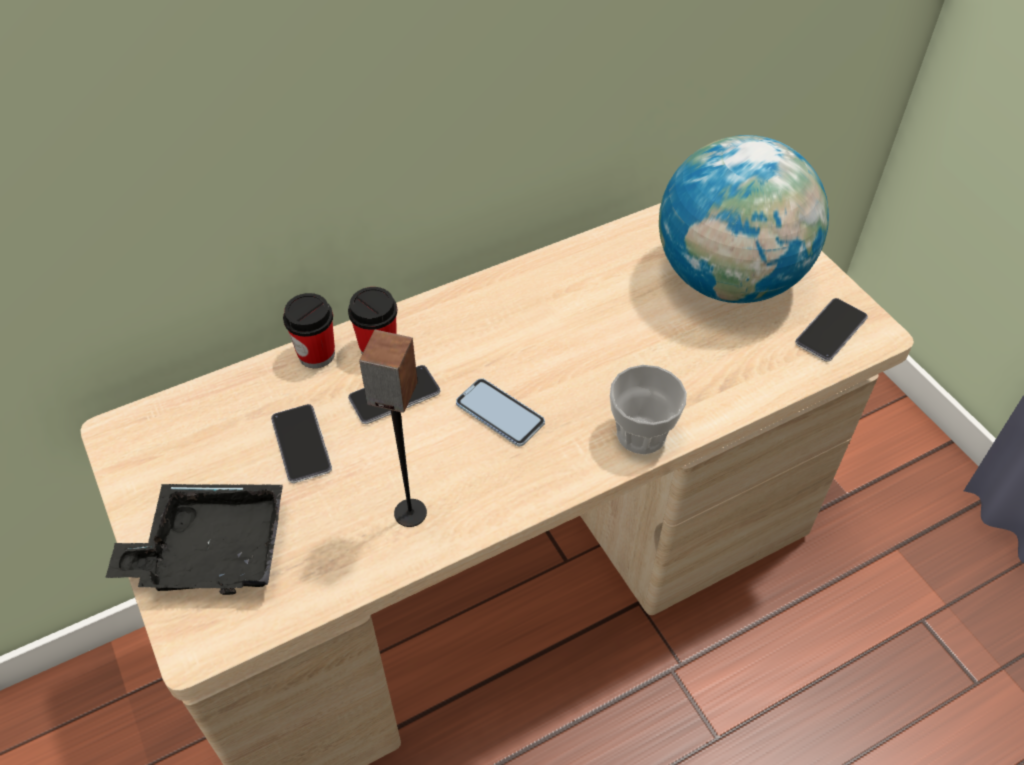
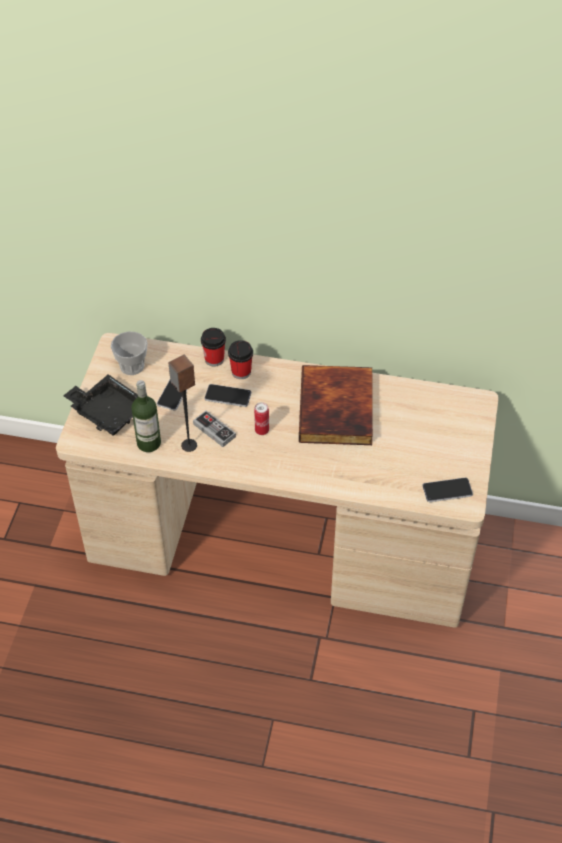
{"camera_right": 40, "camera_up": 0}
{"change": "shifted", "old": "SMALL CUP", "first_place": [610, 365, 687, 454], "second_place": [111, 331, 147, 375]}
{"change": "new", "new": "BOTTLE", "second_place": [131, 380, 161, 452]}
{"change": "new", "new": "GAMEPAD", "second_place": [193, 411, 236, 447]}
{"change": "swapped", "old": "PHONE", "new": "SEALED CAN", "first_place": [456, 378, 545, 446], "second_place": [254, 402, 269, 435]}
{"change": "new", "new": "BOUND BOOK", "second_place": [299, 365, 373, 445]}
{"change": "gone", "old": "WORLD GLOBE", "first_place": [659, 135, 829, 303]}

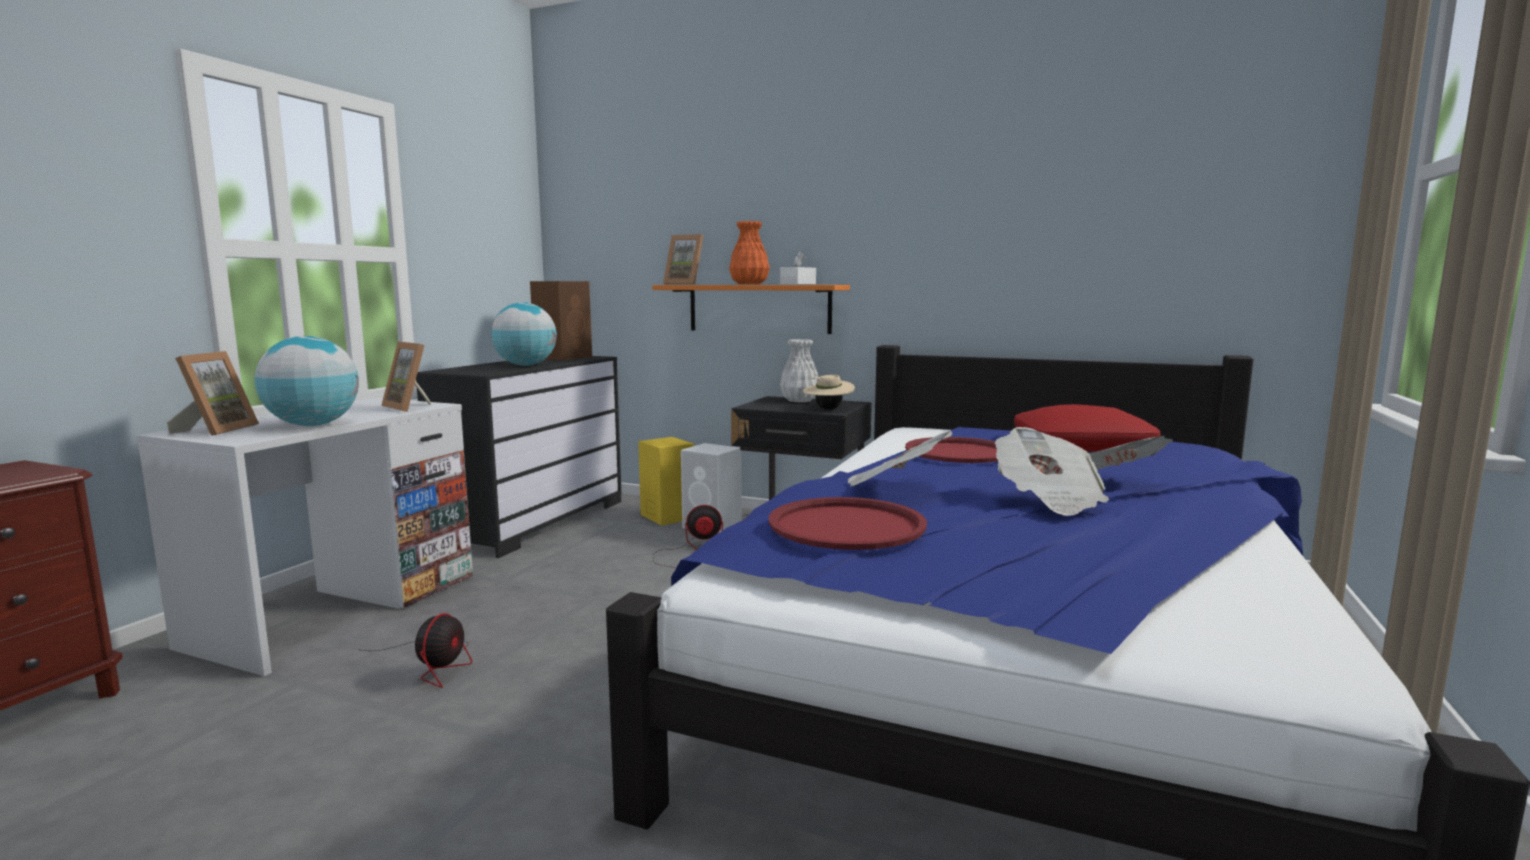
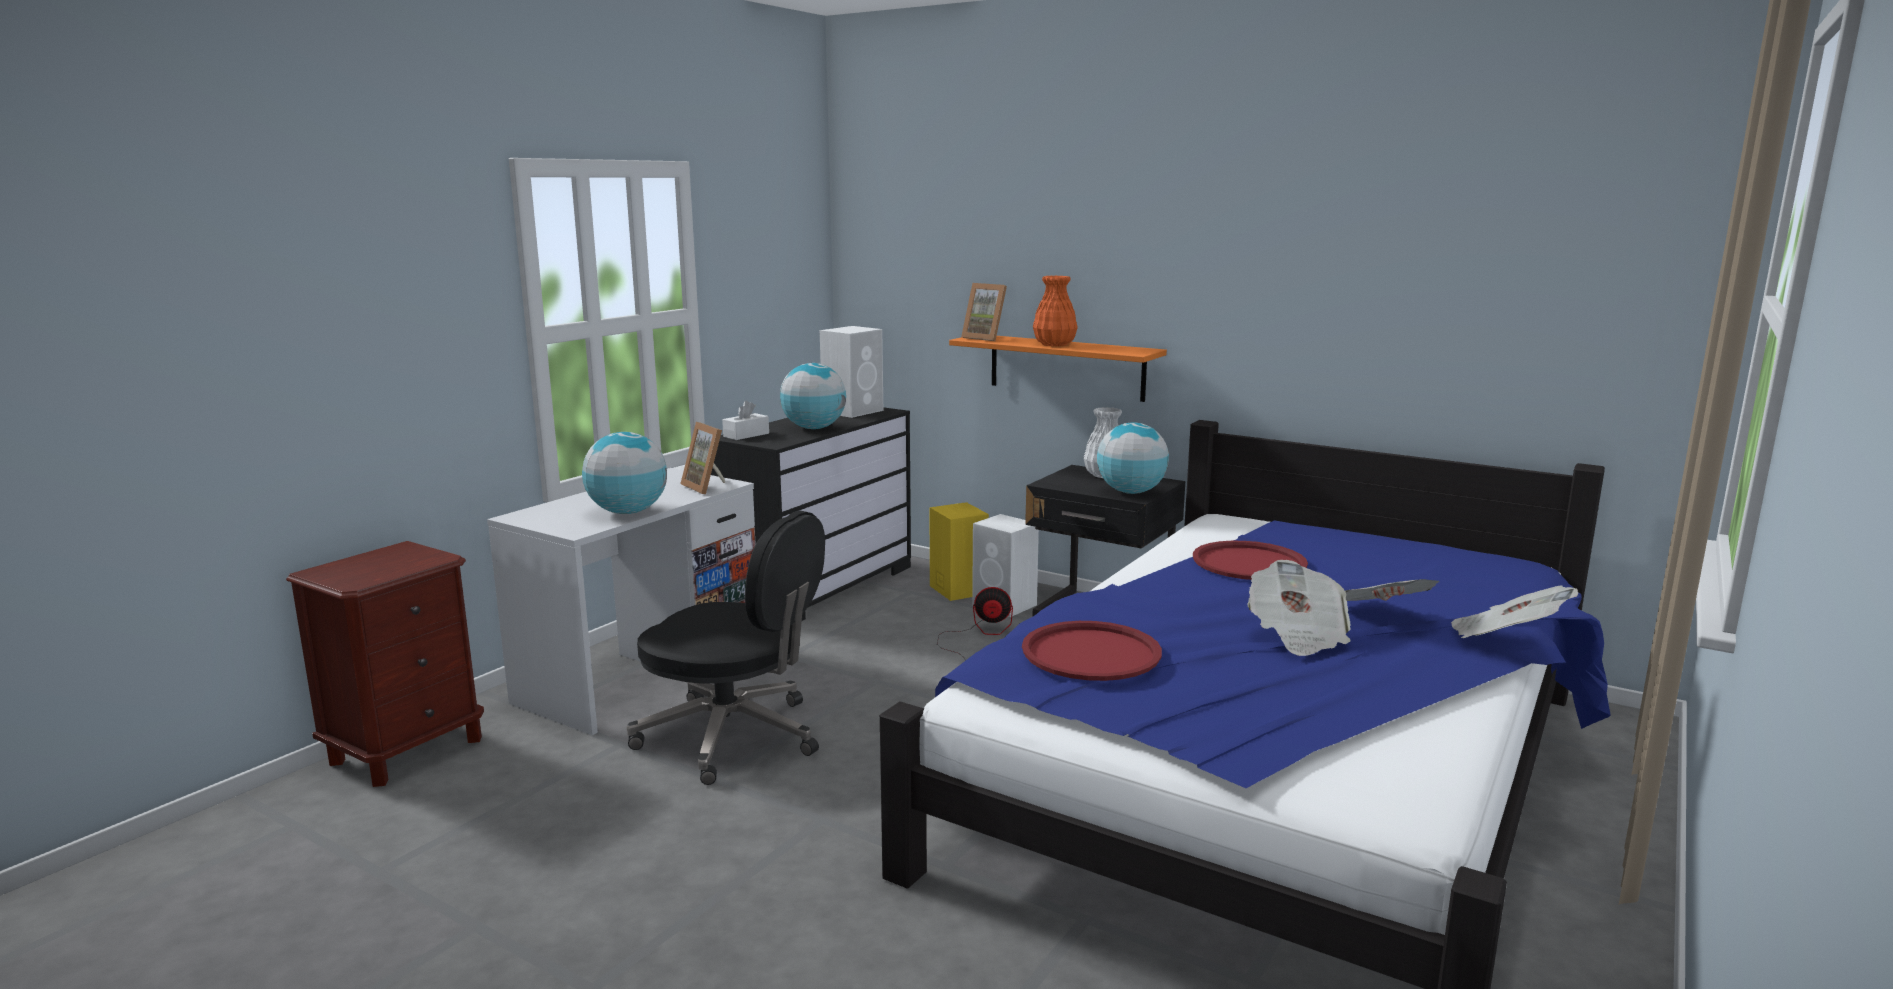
{"camera_right": 10, "camera_up": 5}
{"change": "swapped", "old": "FAN", "new": "BLACKISH DESK CHAIR", "first_place": [362, 613, 472, 688], "second_place": [627, 510, 825, 785]}
{"change": "shifted", "old": "WHITISH TISSUE BOX", "first_place": [780, 251, 816, 285], "second_place": [722, 401, 769, 440]}
{"change": "repainted", "old": "BROWN LOUDSPEAKER", "new": "WHITISH LOUDSPEAKER", "first_place": [530, 281, 592, 360], "second_place": [820, 326, 883, 418]}
{"change": "swapped", "old": "BEIGE-COLOURED WEARABLE HAT", "new": "WORLD GLOBE", "first_place": [802, 374, 855, 410], "second_place": [1097, 422, 1169, 494]}
{"change": "shifted", "old": "DAILY PAPER", "first_place": [848, 431, 952, 487], "second_place": [1451, 585, 1579, 638]}
{"change": "gone", "old": "STANDING FRAME", "first_place": [167, 351, 259, 436]}
{"change": "gone", "old": "REDDISH CUSHION", "first_place": [1014, 404, 1161, 452]}

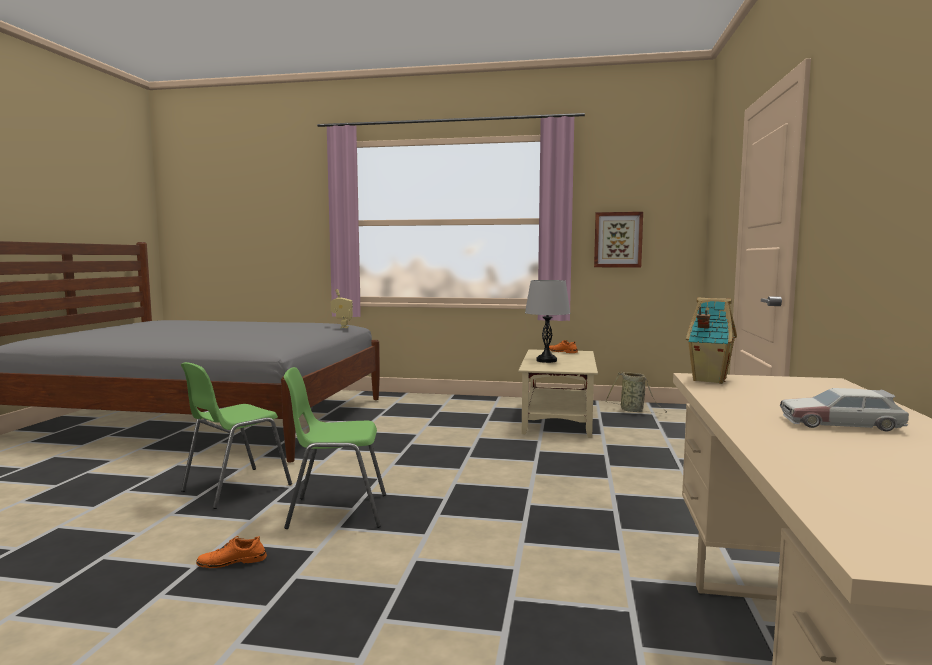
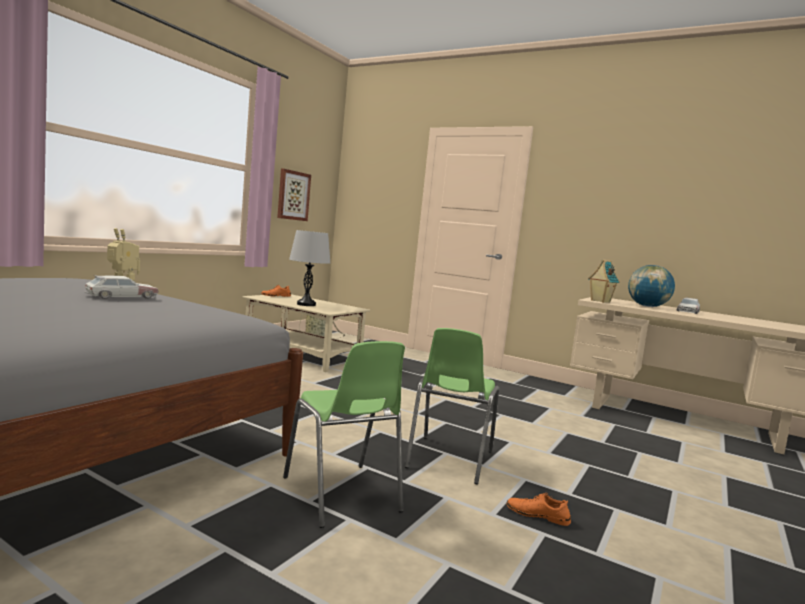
{"camera_right": -70, "camera_up": 0}
{"change": "new", "new": "MINIATURE CAR", "second_place": [85, 275, 159, 299]}
{"change": "rotated", "old": "ORANGE SHOE", "first_place": [196, 536, 267, 568], "second_place": [506, 493, 571, 526], "degrees": 105}
{"change": "new", "new": "WORLD GLOBE", "second_place": [628, 265, 675, 307]}

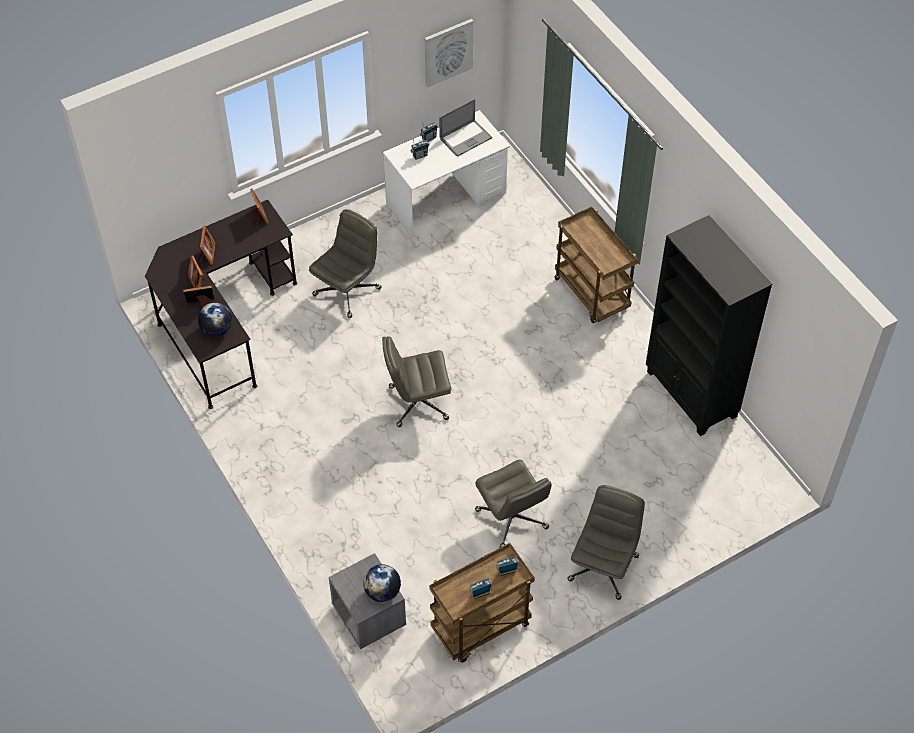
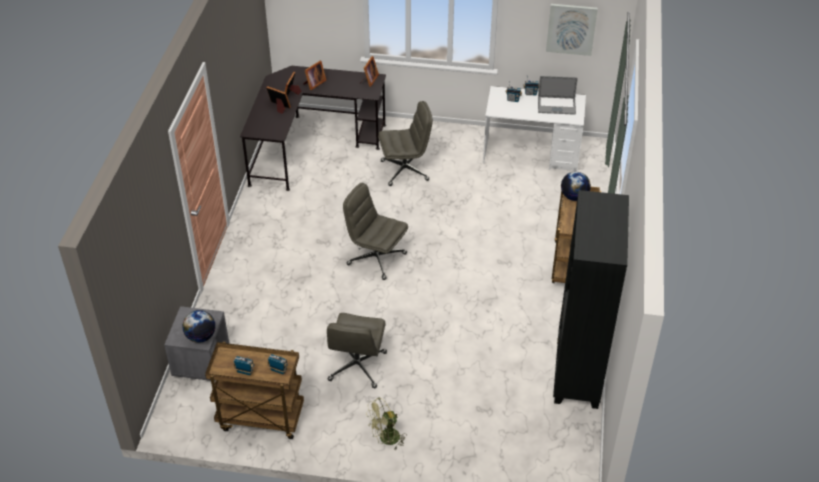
{"camera_right": 40, "camera_up": -10}
{"change": "swapped", "old": "GREY DESK CHAIR", "new": "GREEN-COLOURED FAN", "first_place": [567, 485, 645, 600], "second_place": [366, 397, 407, 451]}
{"change": "shifted", "old": "WORLD GLOBE", "first_place": [198, 303, 232, 337], "second_place": [561, 171, 591, 201]}

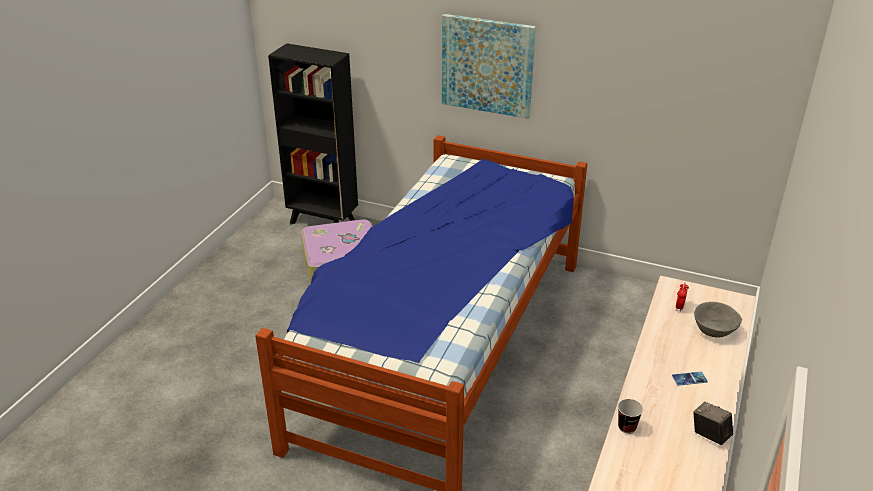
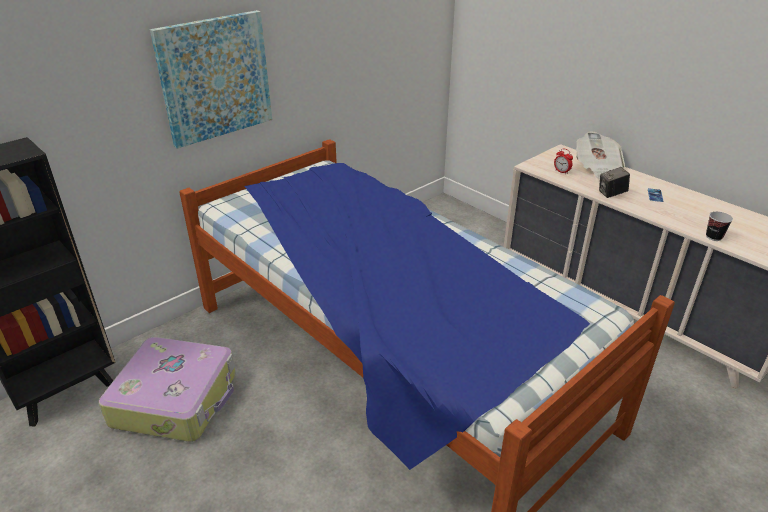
{"camera_right": -65, "camera_up": 0}
{"change": "swapped", "old": "GREY BOWL", "new": "DAILY PAPER", "first_place": [694, 302, 742, 338], "second_place": [576, 131, 625, 180]}
{"change": "shifted", "old": "STILL CAMERA", "first_place": [693, 402, 733, 445], "second_place": [599, 167, 630, 198]}

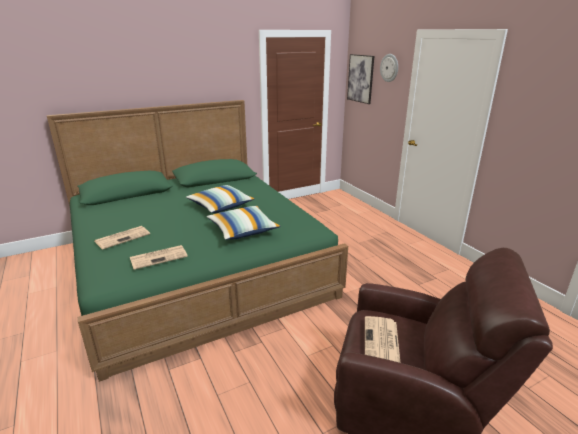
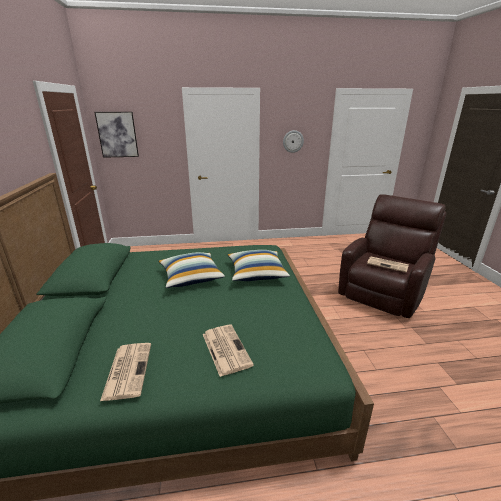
{"camera_right": -70, "camera_up": 0}
{"change": "shifted", "old": "DAILY PAPER", "first_place": [130, 245, 188, 270], "second_place": [100, 343, 151, 401]}
{"change": "shifted", "old": "HANGING CLOCK", "first_place": [380, 54, 398, 82], "second_place": [283, 130, 304, 153]}

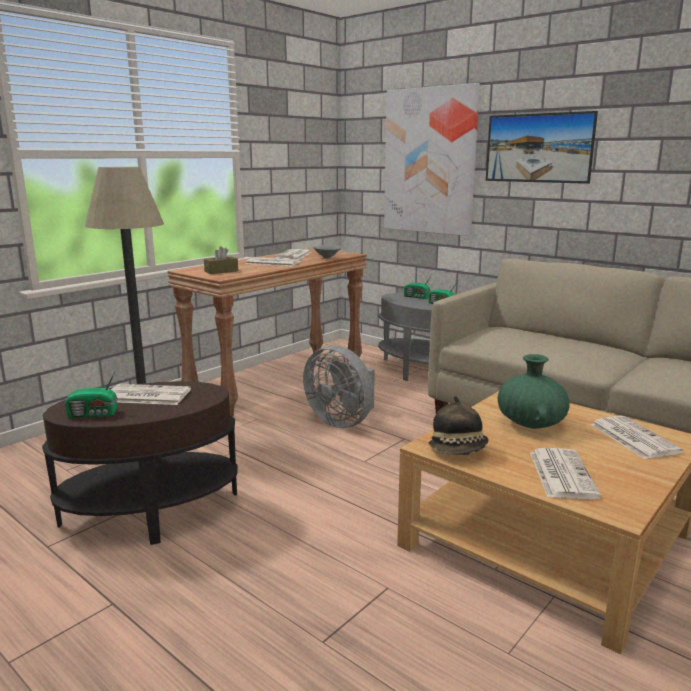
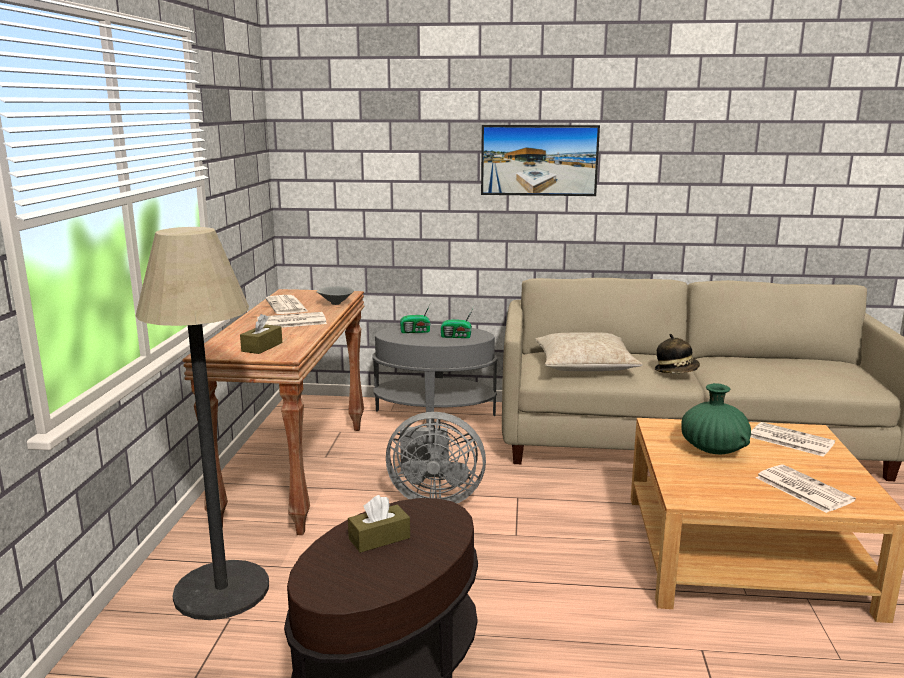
{"camera_right": -35, "camera_up": 0}
{"change": "swapped", "old": "DAILY PAPER", "new": "BROWN TISSUE BOX", "first_place": [111, 384, 191, 405], "second_place": [348, 495, 410, 553]}
{"change": "new", "new": "BEIGE-COLOURED CUSHION", "second_place": [535, 332, 643, 371]}
{"change": "shifted", "old": "WEARABLE HAT", "first_place": [429, 396, 488, 455], "second_place": [655, 334, 700, 373]}
{"change": "gone", "old": "RADIO SET", "first_place": [65, 367, 117, 418]}
{"change": "gone", "old": "WALL PICTURE", "first_place": [384, 83, 480, 236]}

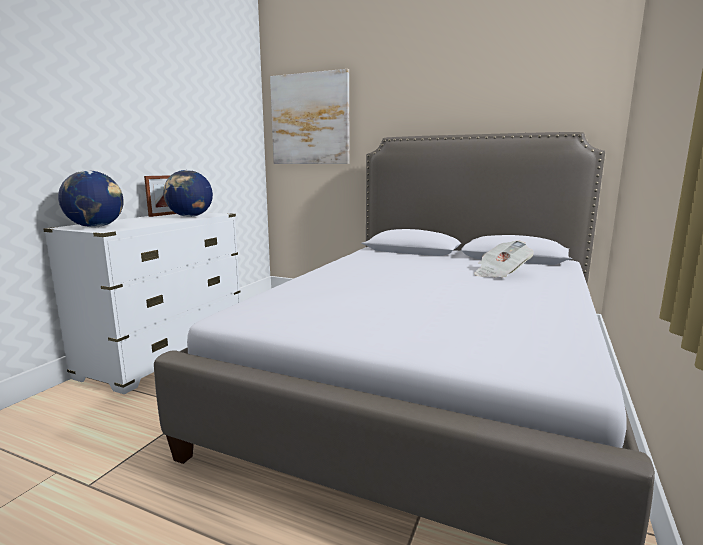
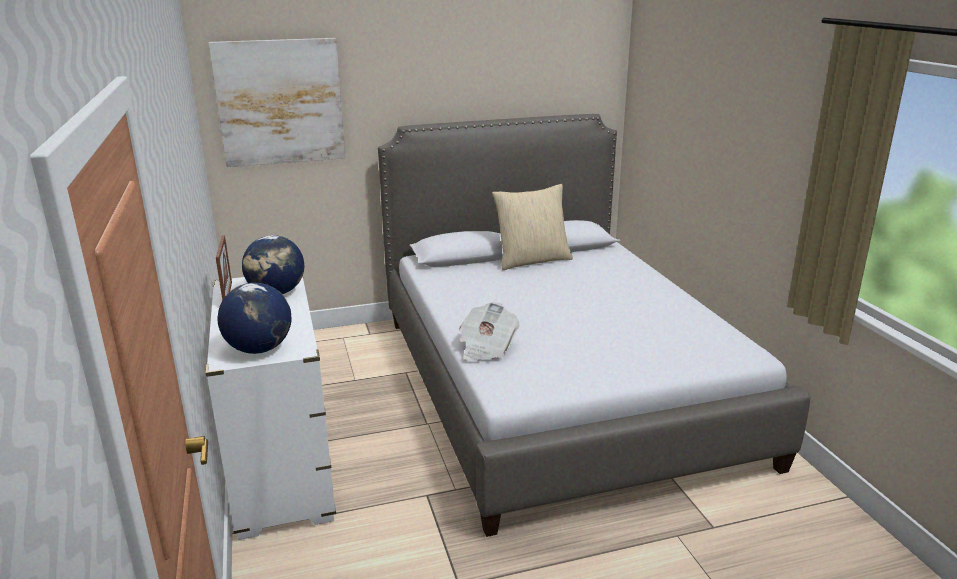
{"camera_right": -40, "camera_up": 10}
{"change": "shifted", "old": "DAILY PAPER", "first_place": [474, 241, 534, 278], "second_place": [459, 302, 519, 361]}
{"change": "new", "new": "BEIGE-COLOURED CUSHION", "second_place": [492, 184, 573, 270]}

